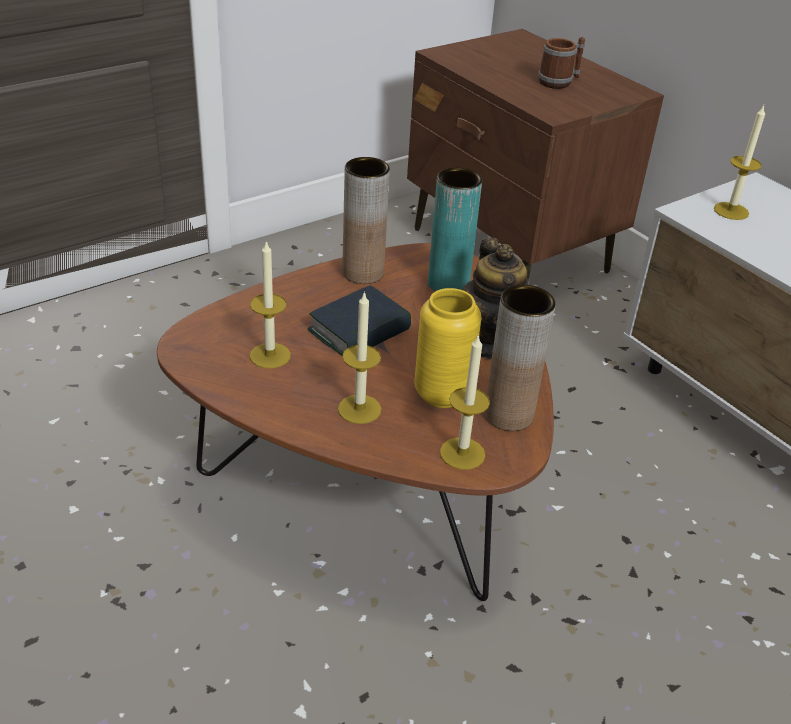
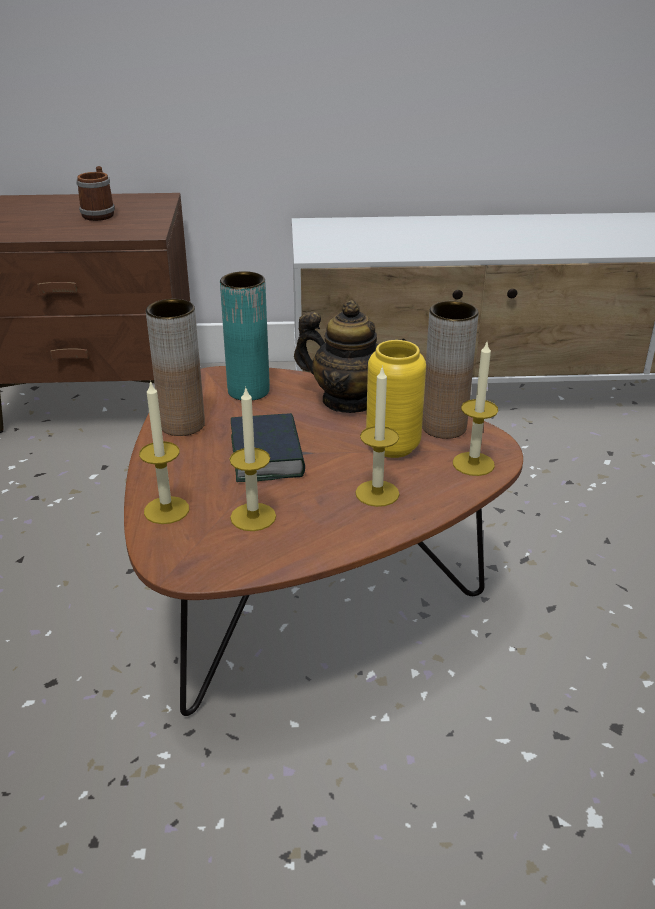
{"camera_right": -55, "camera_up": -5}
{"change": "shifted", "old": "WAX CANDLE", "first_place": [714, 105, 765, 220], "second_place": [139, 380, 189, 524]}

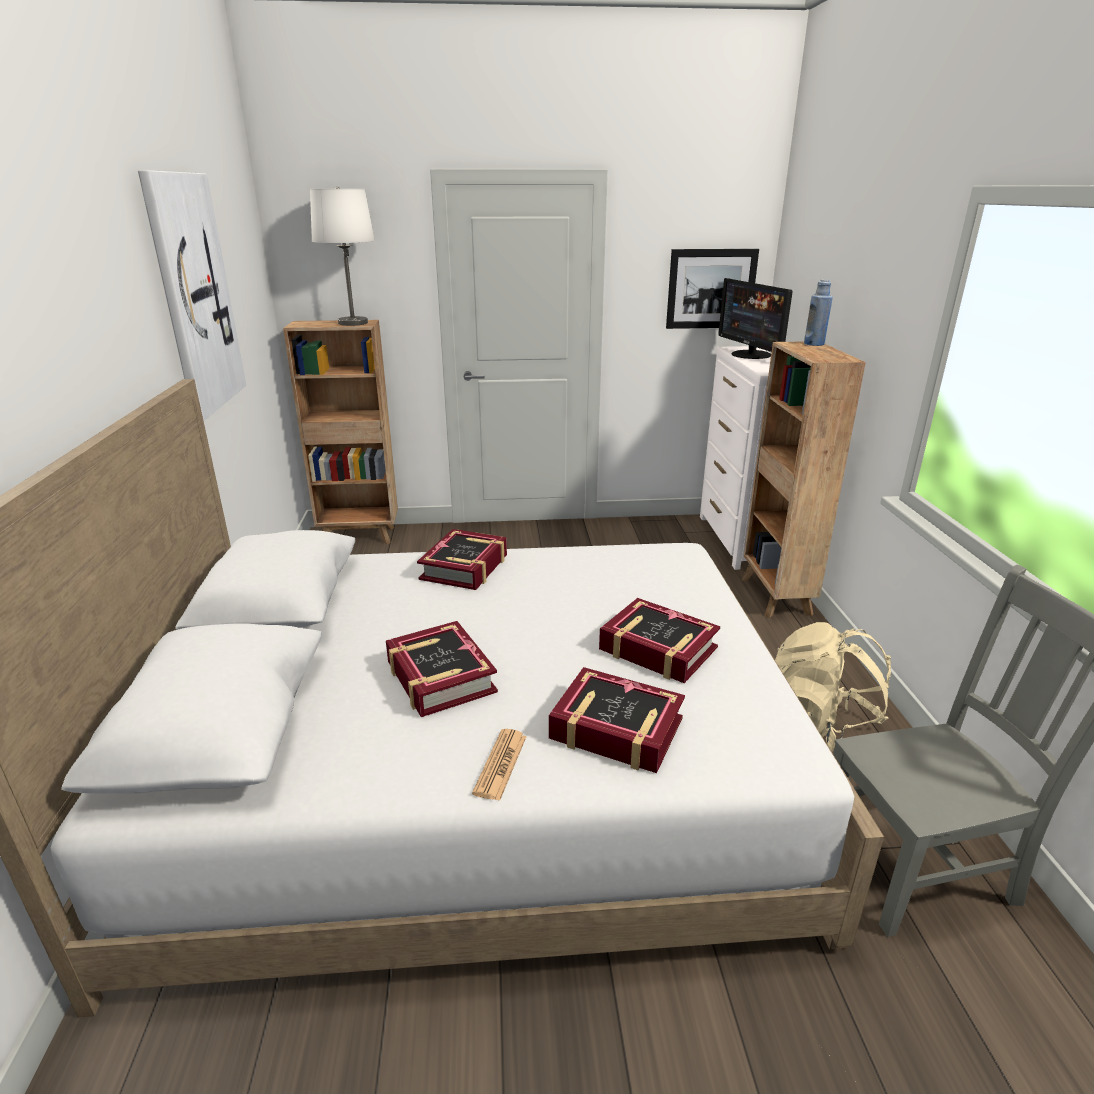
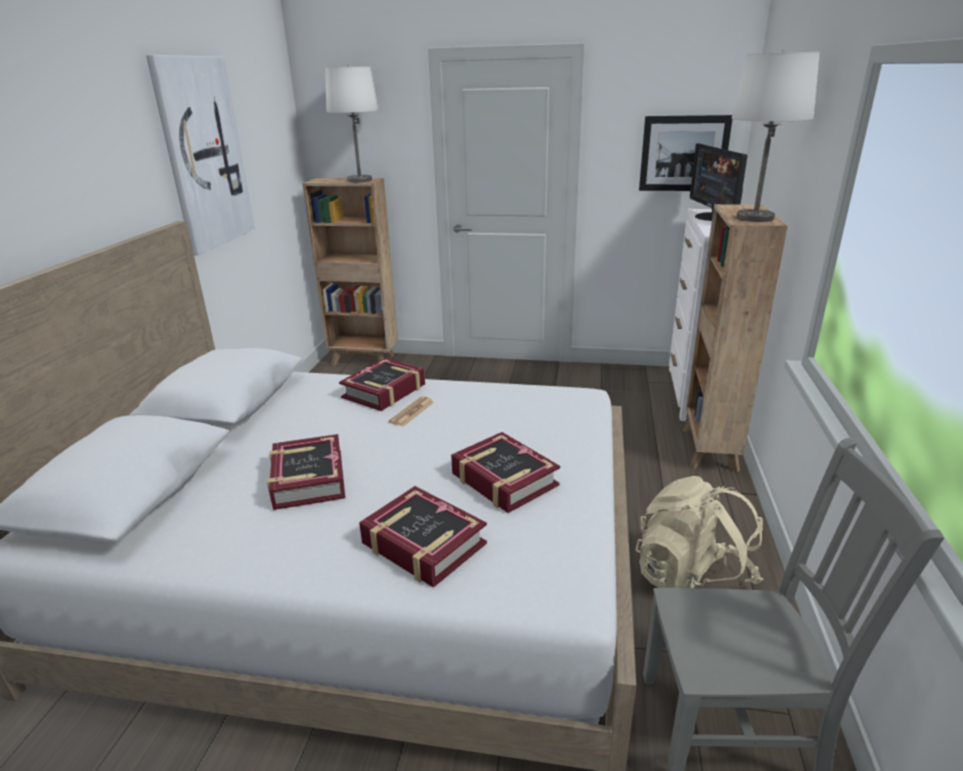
{"camera_right": 15, "camera_up": 0}
{"change": "shifted", "old": "DAILY PAPER", "first_place": [472, 729, 526, 801], "second_place": [389, 396, 434, 426]}
{"change": "new", "new": "WHITISH LAMP FOR A TABLE", "second_place": [731, 50, 820, 222]}
{"change": "gone", "old": "BLUE-COLOURED BOTTLE", "first_place": [804, 279, 833, 346]}

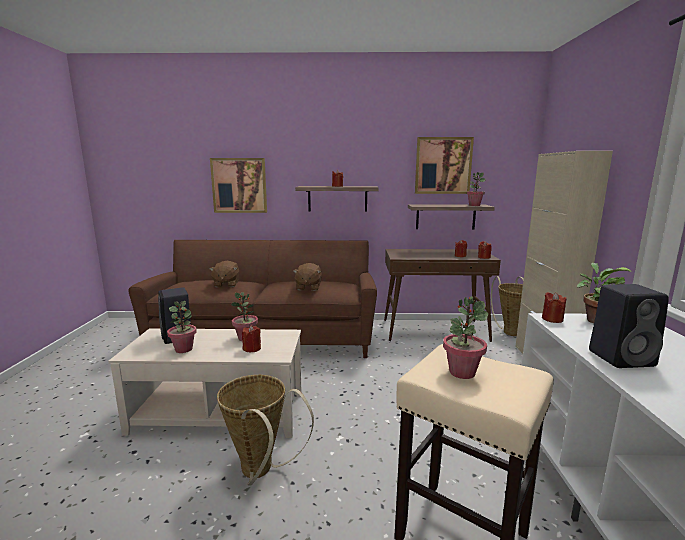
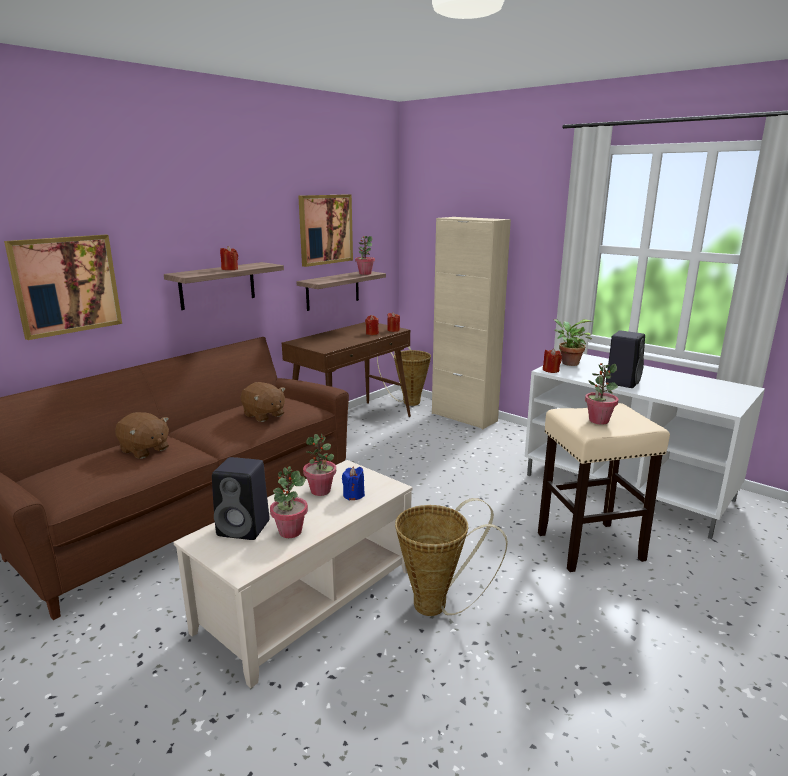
{"camera_right": -50, "camera_up": 5}
{"change": "repainted", "old": "REDDISH WAX CANDLE", "new": "BLUE-COLOURED WAX CANDLE", "first_place": [242, 325, 261, 352], "second_place": [342, 467, 365, 501]}

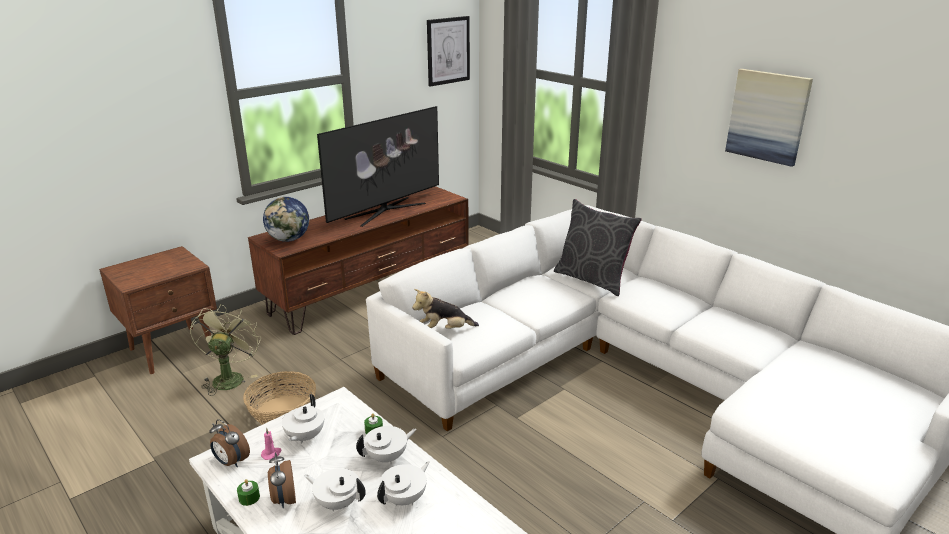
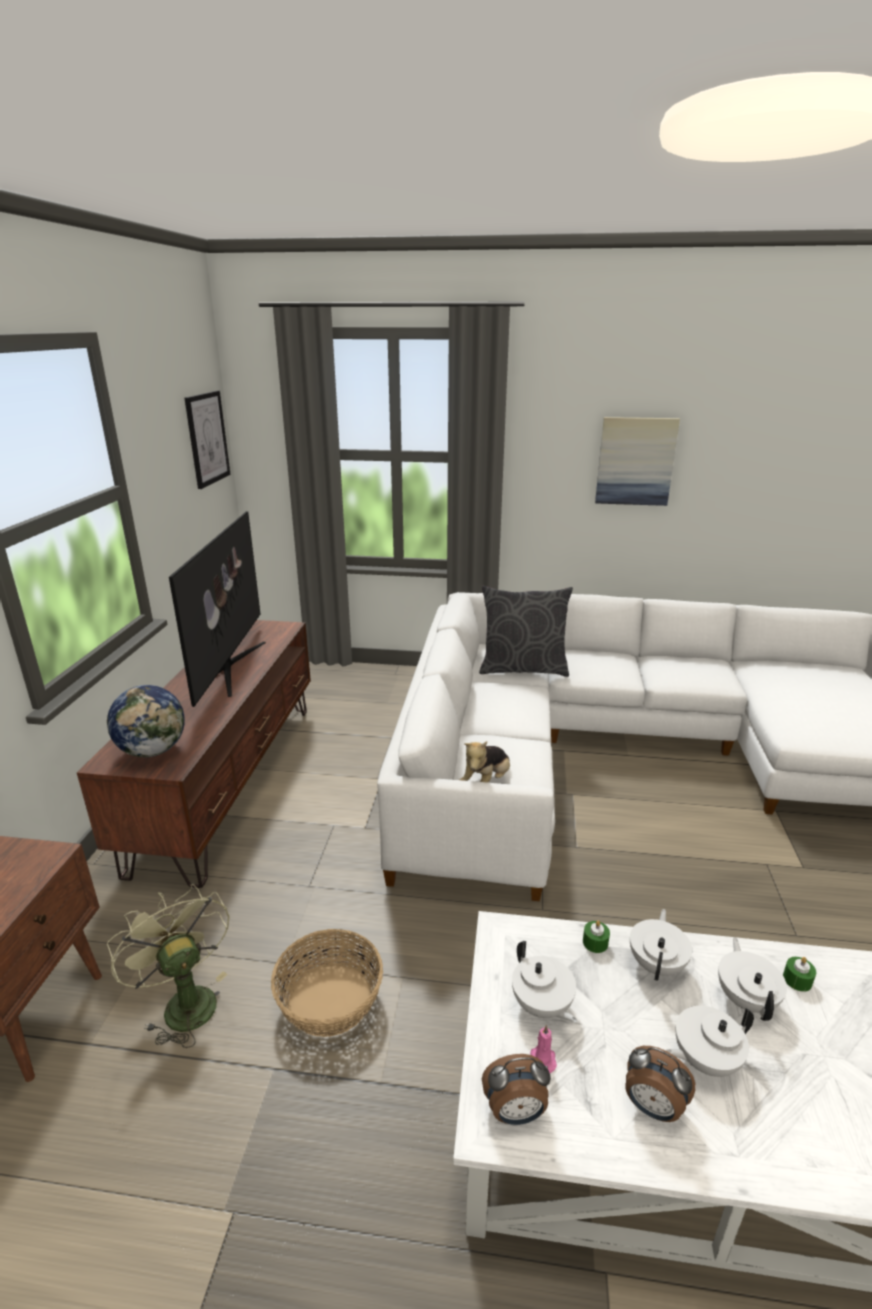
{"camera_right": -40, "camera_up": 0}
{"change": "shifted", "old": "GREEN-COLOURED WAX CANDLE", "first_place": [237, 479, 260, 506], "second_place": [783, 957, 816, 992]}

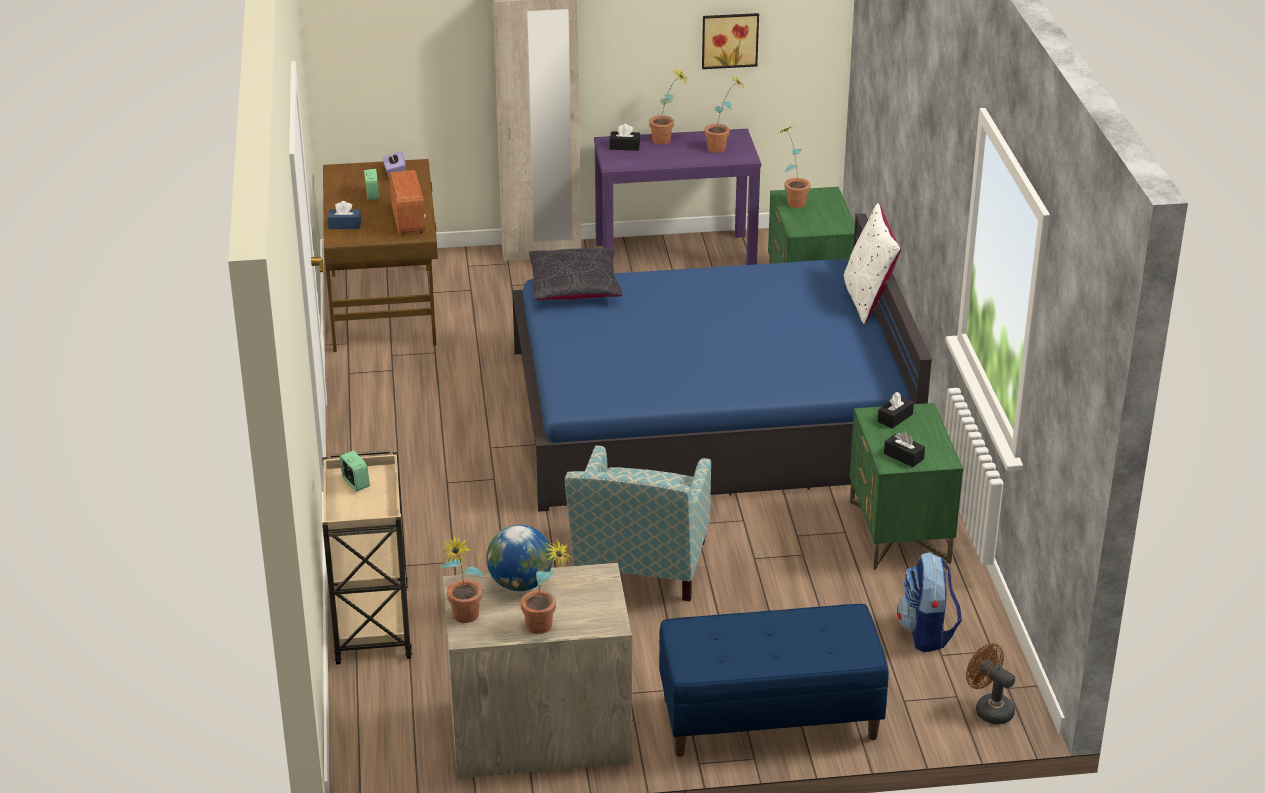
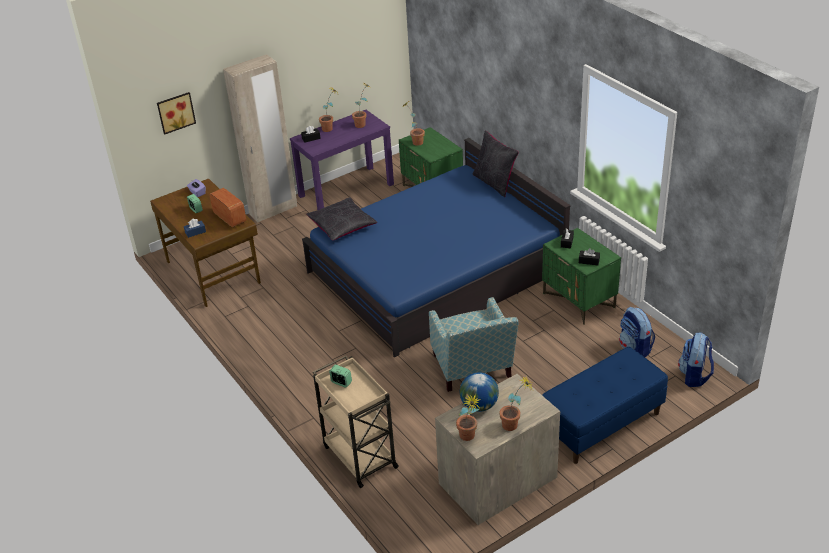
{"camera_right": -25, "camera_up": 5}
{"change": "shifted", "old": "WALL PICTURE", "first_place": [702, 13, 759, 69], "second_place": [157, 92, 196, 134]}
{"change": "repainted", "old": "WHITISH CUSHION", "new": "BLACKISH CUSHION", "first_place": [844, 203, 901, 324], "second_place": [473, 130, 519, 197]}
{"change": "swapped", "old": "BROWN FAN", "new": "BACKPACK", "first_place": [966, 643, 1015, 724], "second_place": [678, 333, 714, 387]}

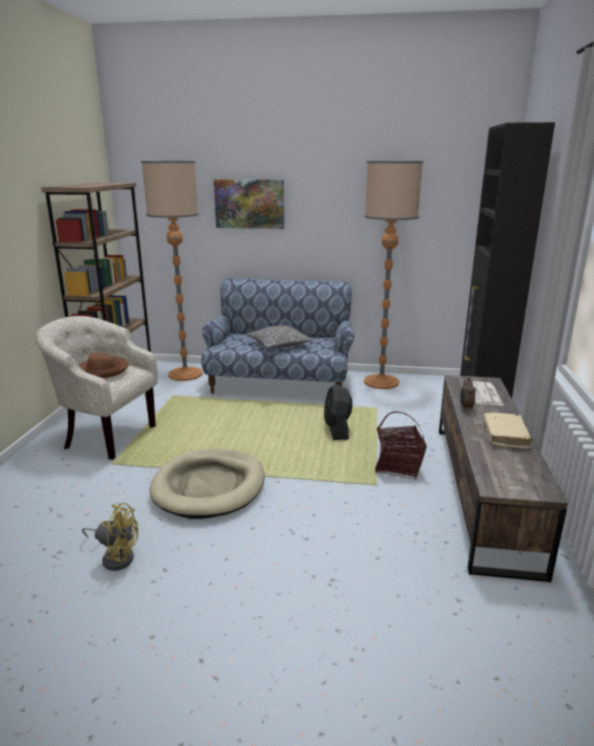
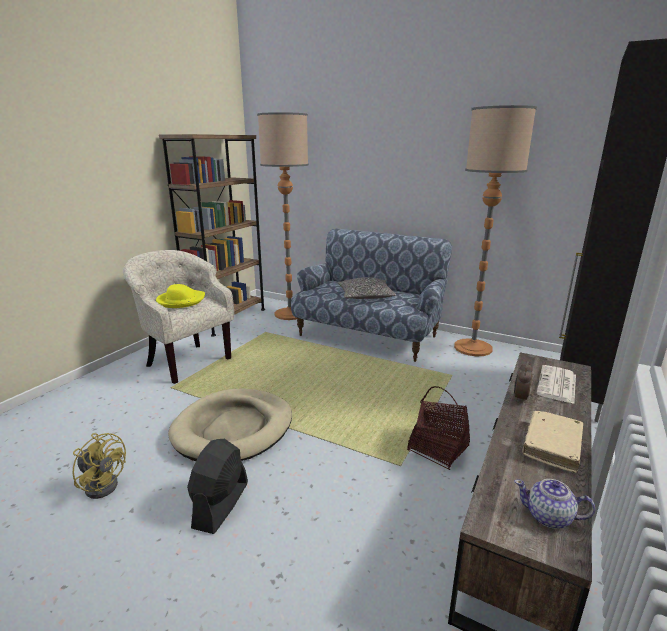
{"camera_right": 20, "camera_up": 0}
{"change": "repainted", "old": "BROWN WEARABLE HAT", "new": "YELLOW WEARABLE HAT", "first_place": [79, 352, 129, 378], "second_place": [156, 284, 205, 308]}
{"change": "shifted", "old": "BLACKISH FAN", "first_place": [324, 384, 353, 440], "second_place": [187, 439, 248, 534]}
{"change": "new", "new": "POT FOR TEA", "second_place": [514, 479, 595, 529]}
{"change": "gone", "old": "WALL PICTURE", "first_place": [214, 179, 284, 229]}

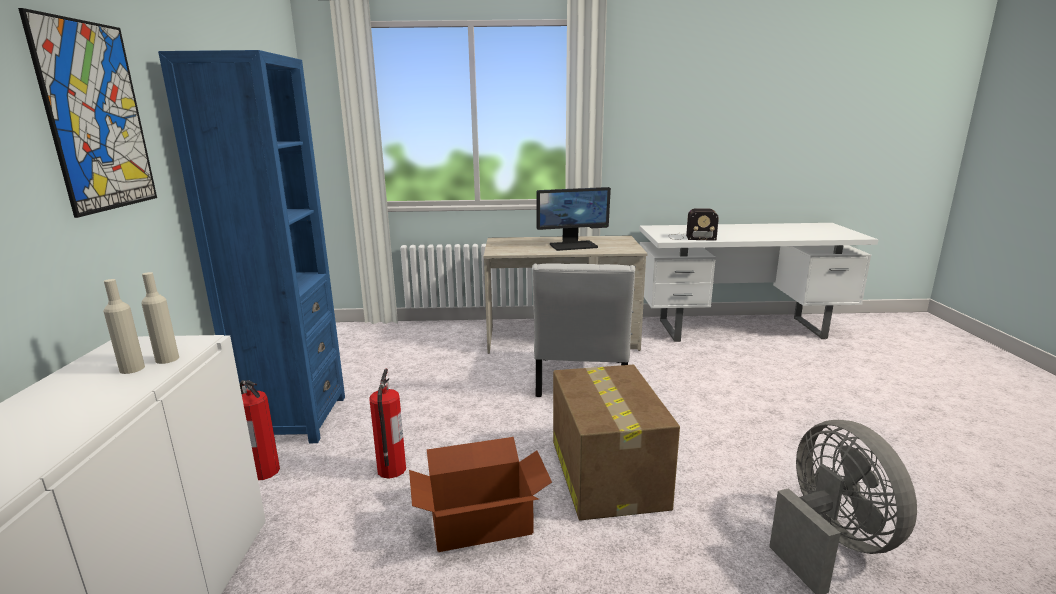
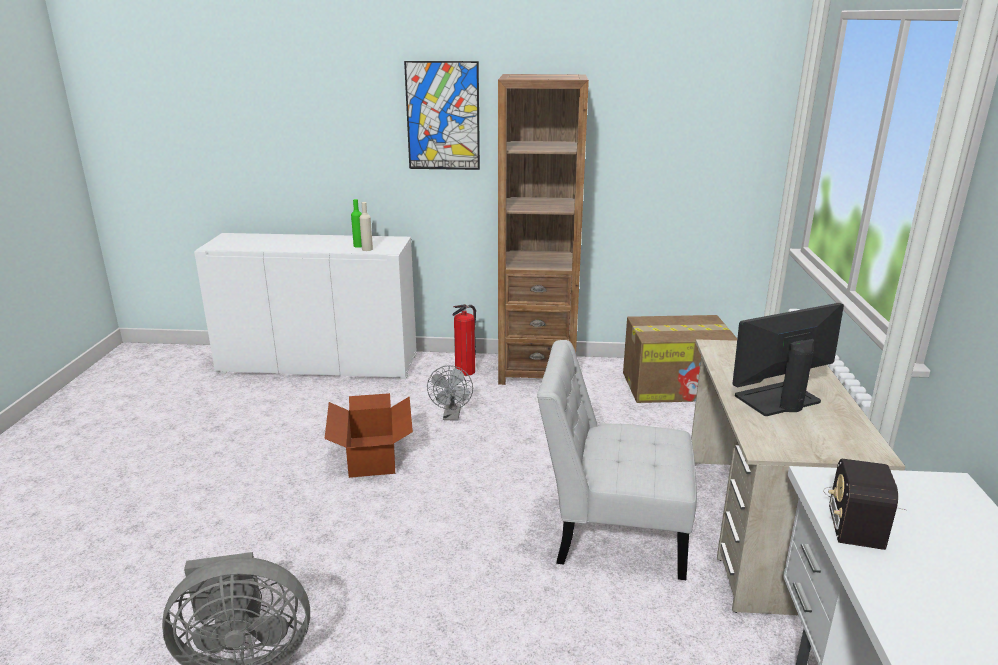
{"camera_right": 95, "camera_up": 5}
{"change": "repainted", "old": "BEIGE-COLOURED BOTTLE", "new": "GREEN-COLOURED BOTTLE", "first_place": [103, 279, 145, 374], "second_place": [351, 199, 362, 248]}
{"change": "swapped", "old": "EXTINGUISHER", "new": "GREY FAN", "first_place": [369, 369, 406, 478], "second_place": [427, 365, 473, 421]}
{"change": "repainted", "old": "BLUE-COLOURED BOOKCASE", "new": "BROWN BOOKCASE", "first_place": [158, 50, 345, 443], "second_place": [498, 74, 589, 385]}
{"change": "shifted", "old": "CARTON", "first_place": [553, 365, 680, 521], "second_place": [623, 315, 737, 403]}
{"change": "rotated", "old": "COMPUTER DISPLAY", "first_place": [537, 187, 611, 251], "second_place": [733, 303, 844, 416], "degrees": 75}

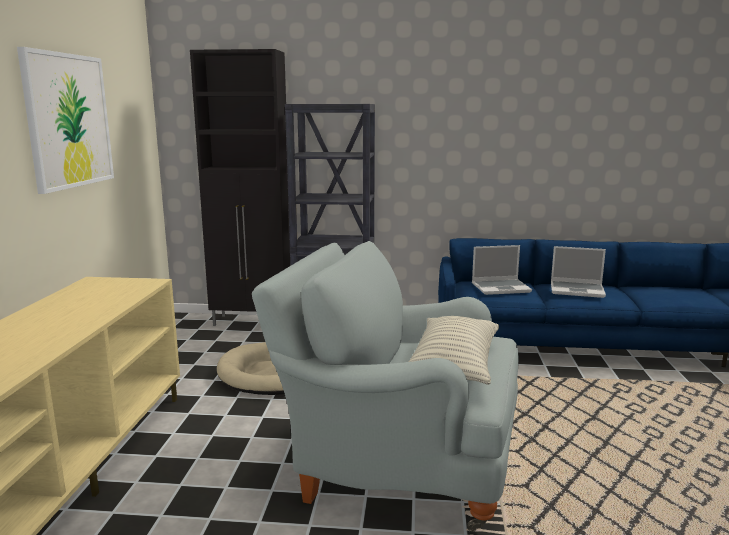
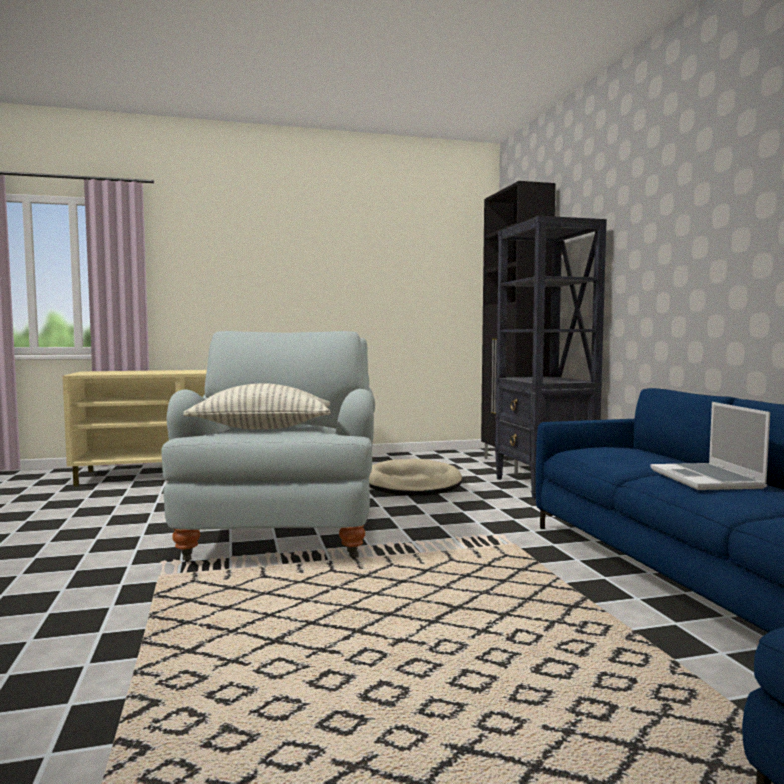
{"camera_right": 70, "camera_up": -10}
{"change": "gone", "old": "WALL PICTURE", "first_place": [17, 47, 114, 194]}
{"change": "gone", "old": "NOTEBOOK COMPUTER", "first_place": [472, 245, 532, 295]}

